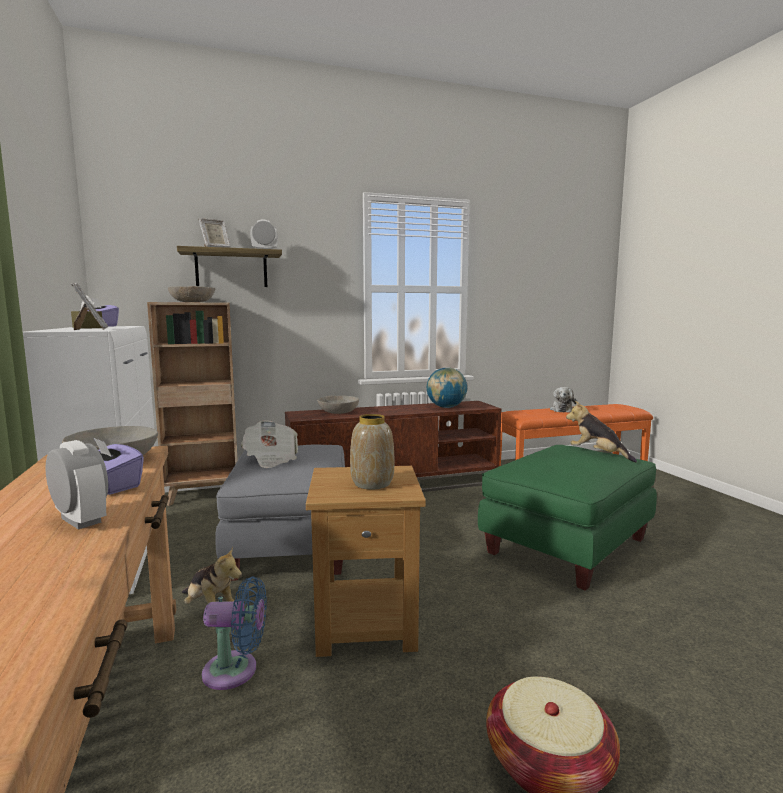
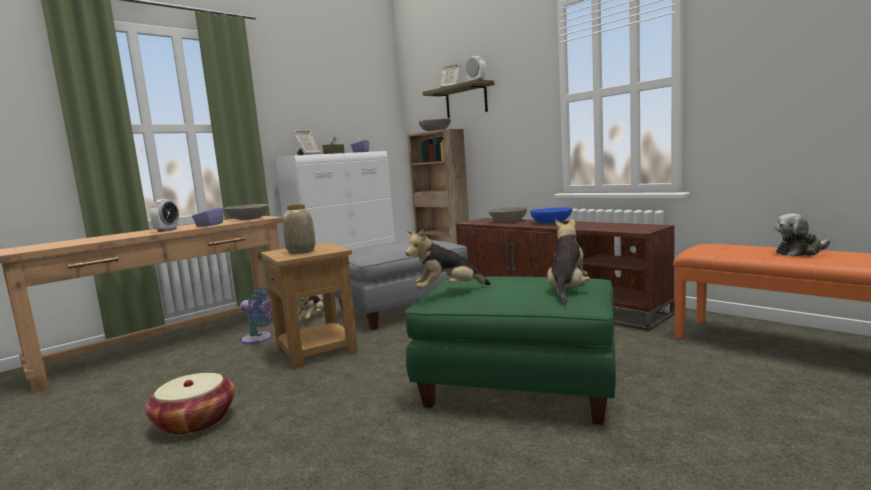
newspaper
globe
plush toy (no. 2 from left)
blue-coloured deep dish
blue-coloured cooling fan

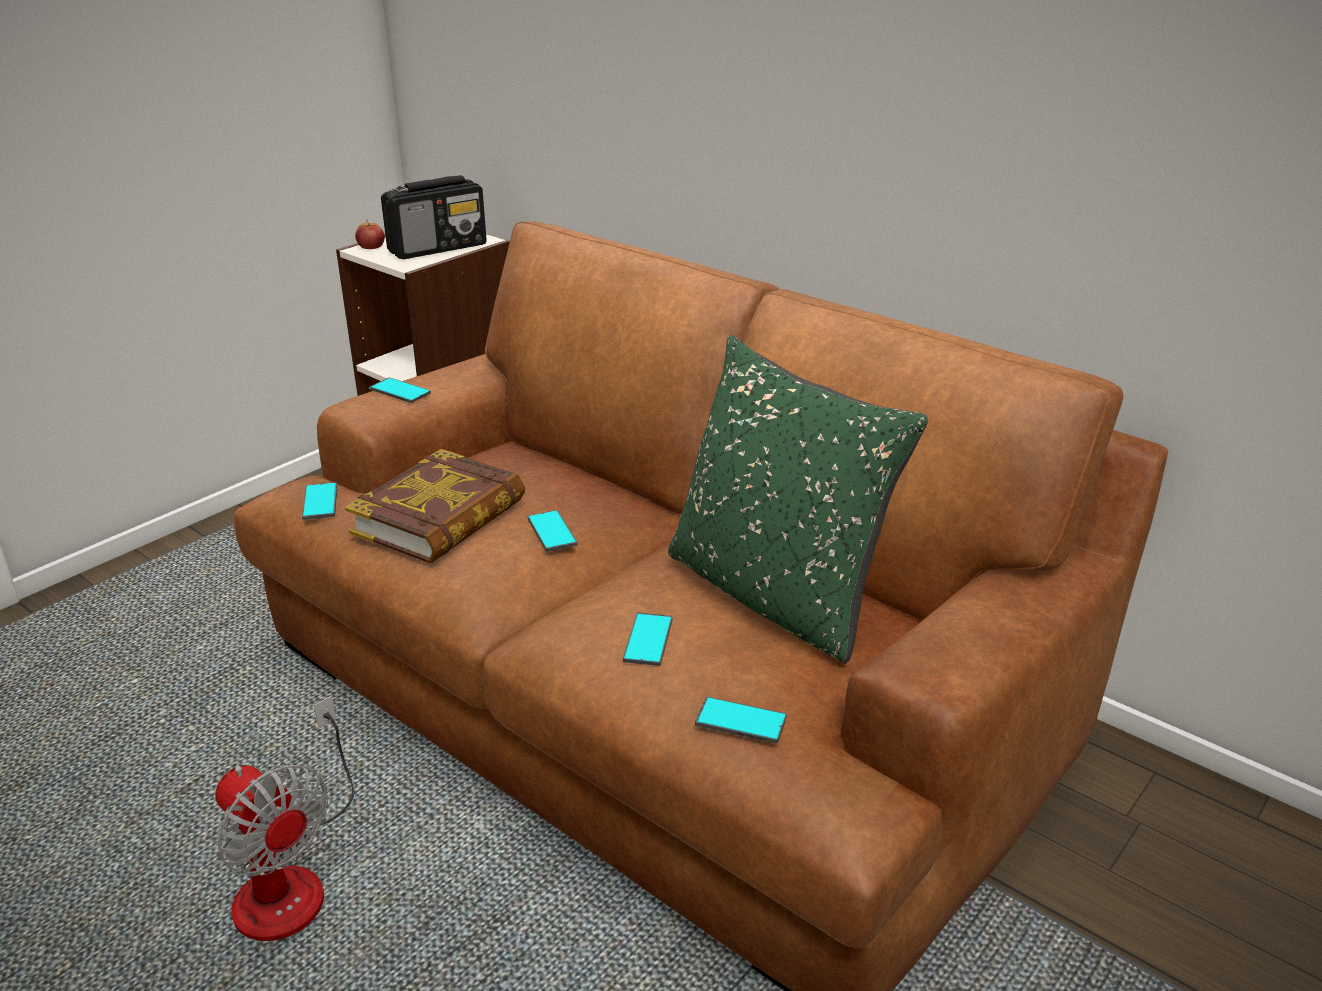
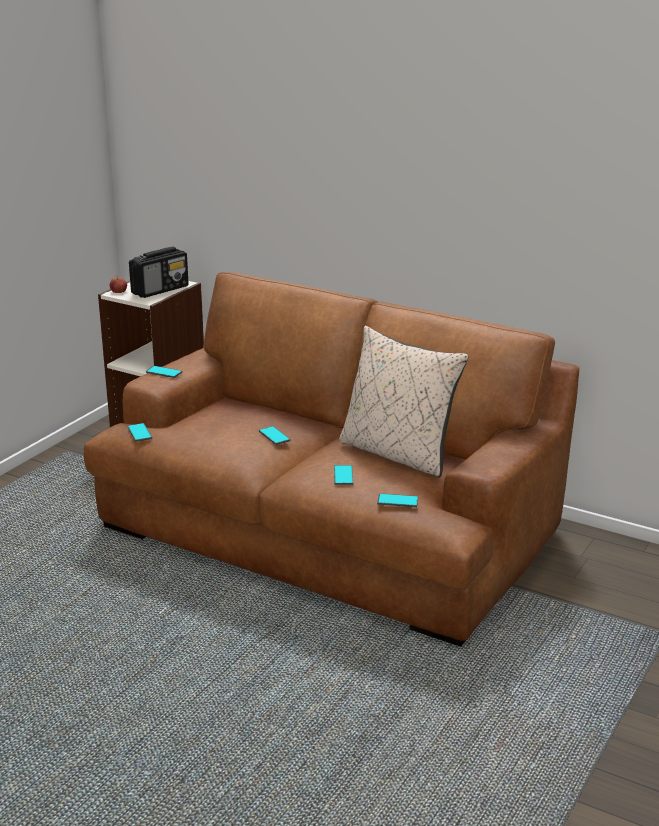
cooling fan
volume
beige-coloured cushion

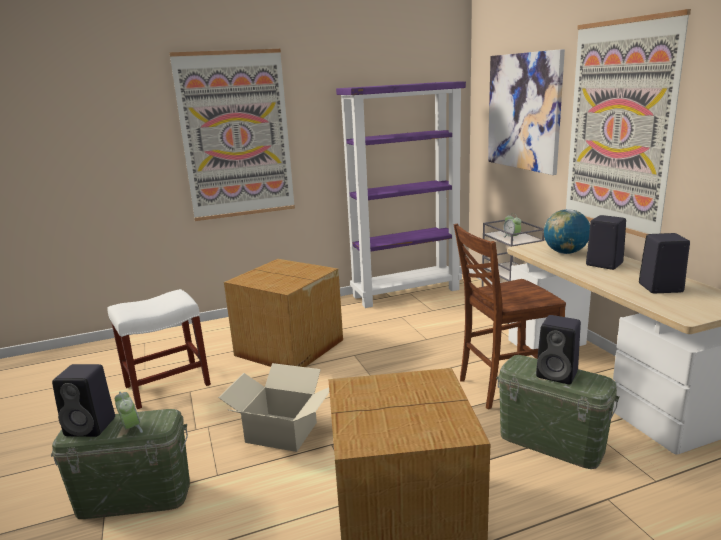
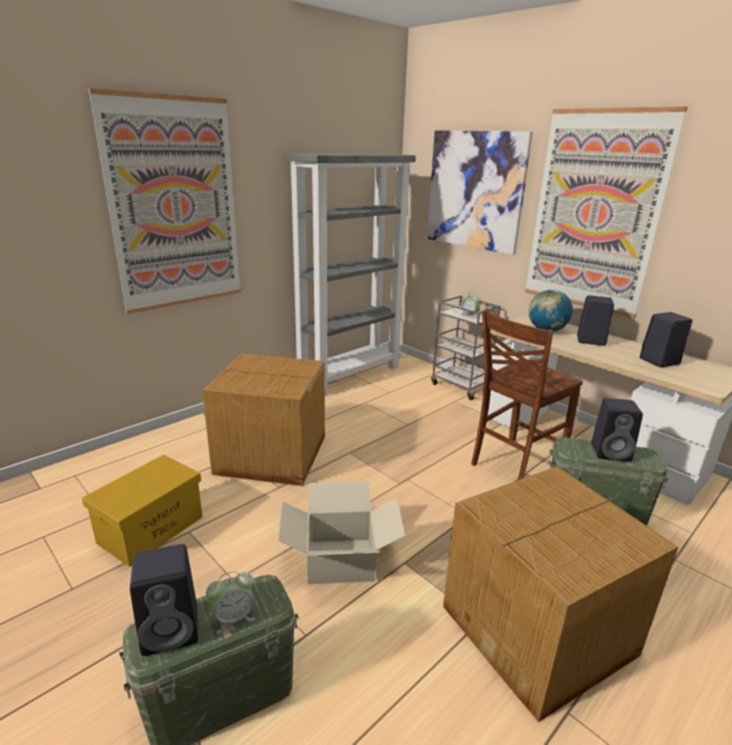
yellow storage bin
gray bookshelf
table clock (no. 1 from left)

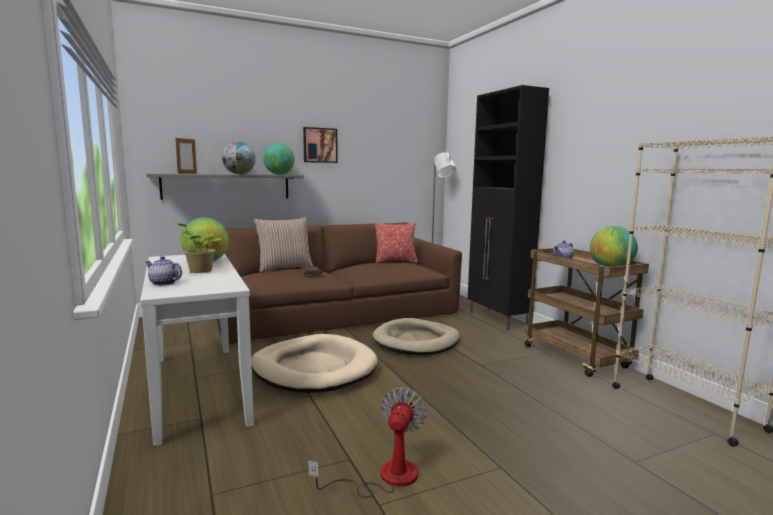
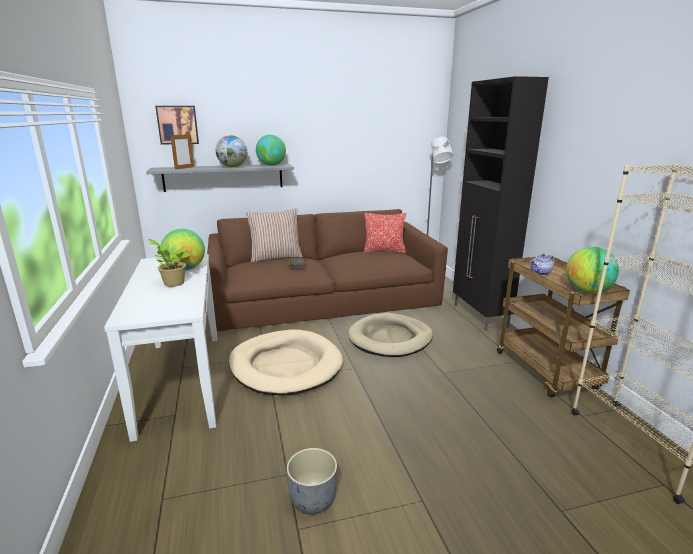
pot for tea (no. 1 from left in the first image)
picture
gray planter

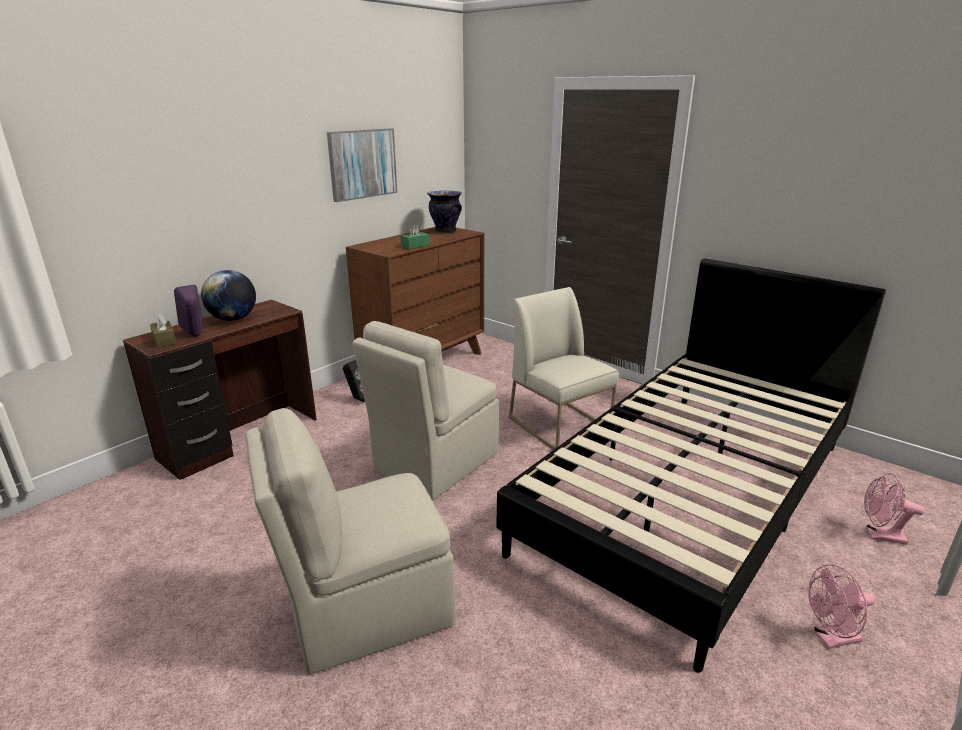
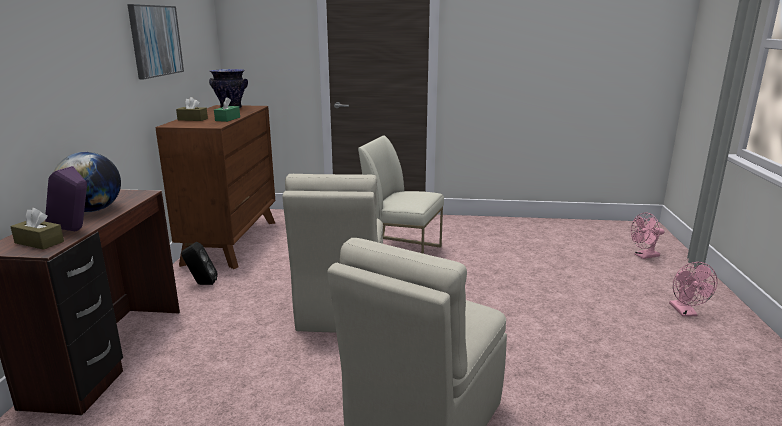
black-coloured bedroom bed
brown-coloured box of tissues (no. 2 from left)
pinkish cooling fan (no. 2 from left)

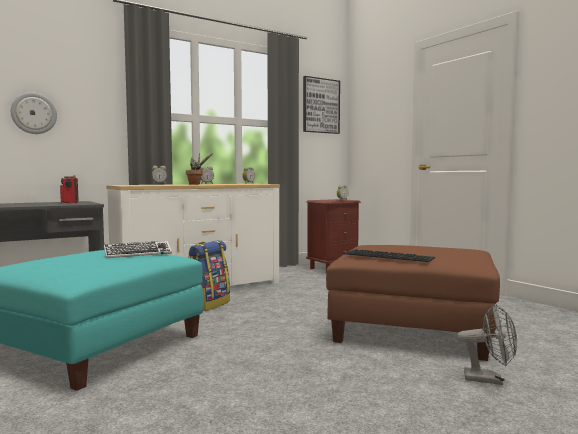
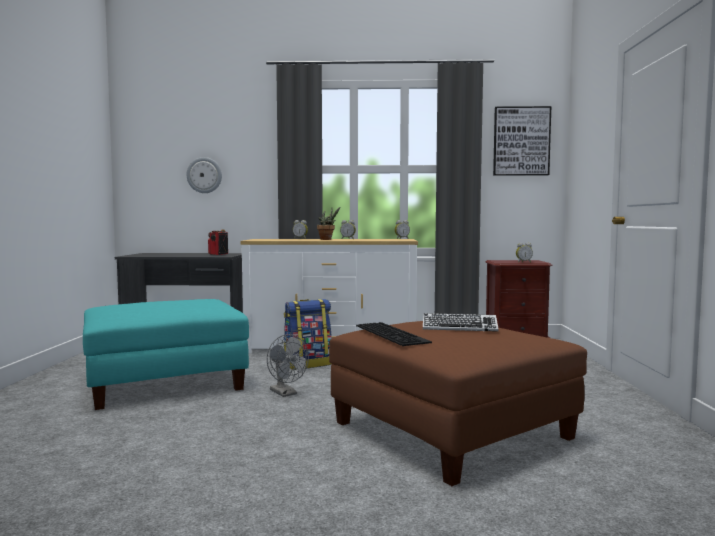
keyboard (no. 2 from left)
gray cooling fan

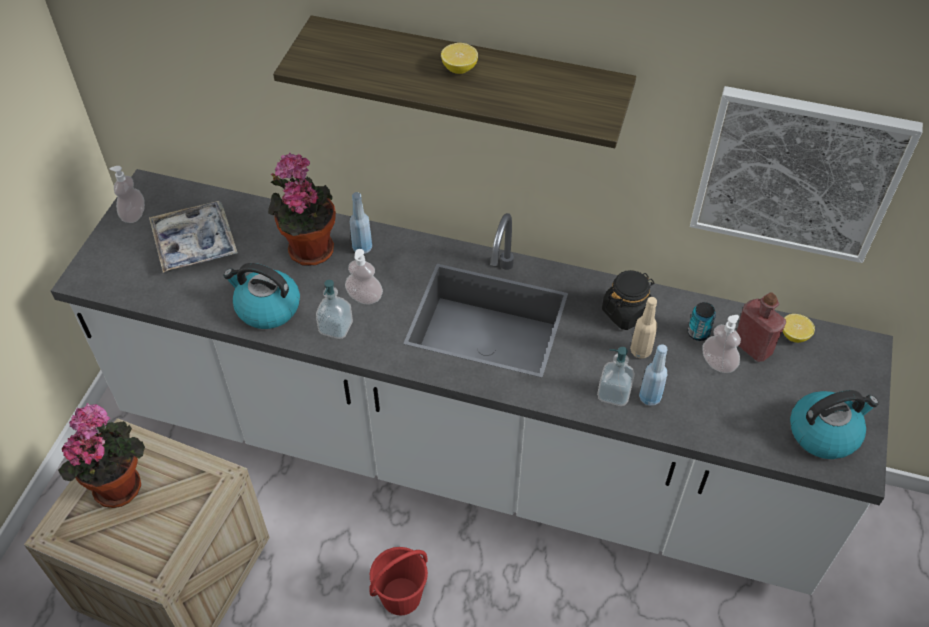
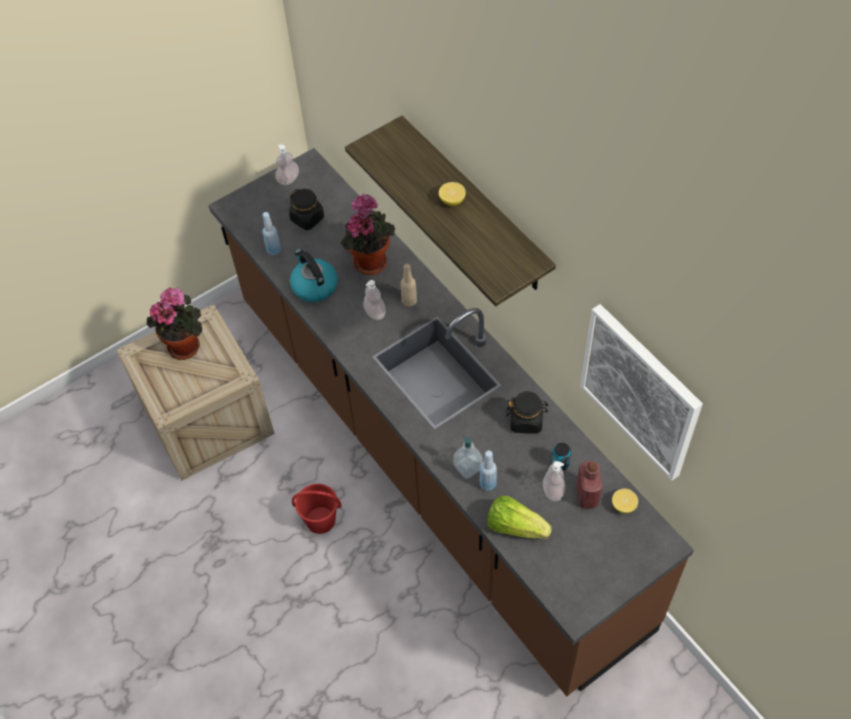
liquid soap bottle (no. 2 from left in the first image)
water kettle (no. 2 from left in the first image)
lettuce
blue-coloured bottle (no. 1 from left)
beige-coloured bottle
black-coloured preserve jar (no. 1 from left)
brown-coloured kitchen counter

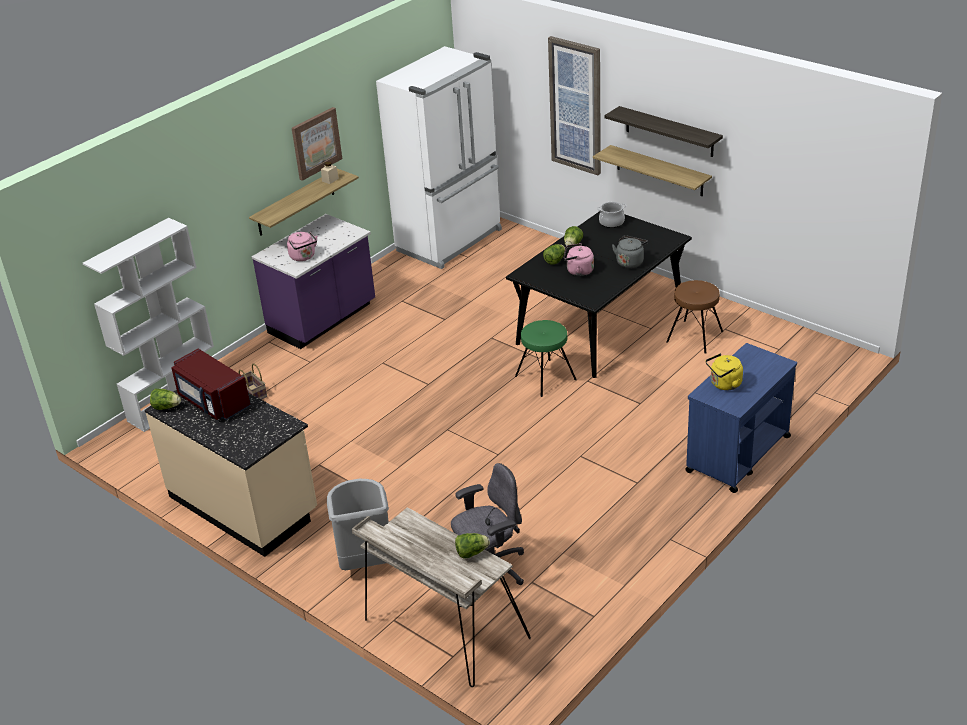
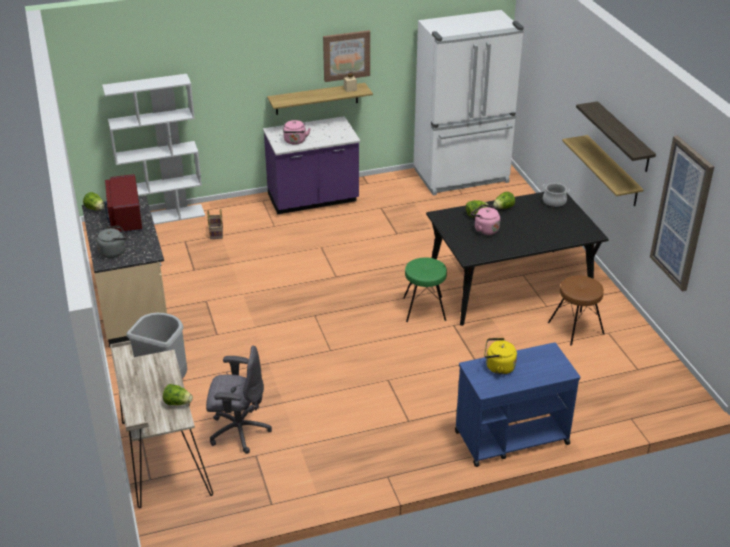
picture (no. 2 from left)
gray water kettle

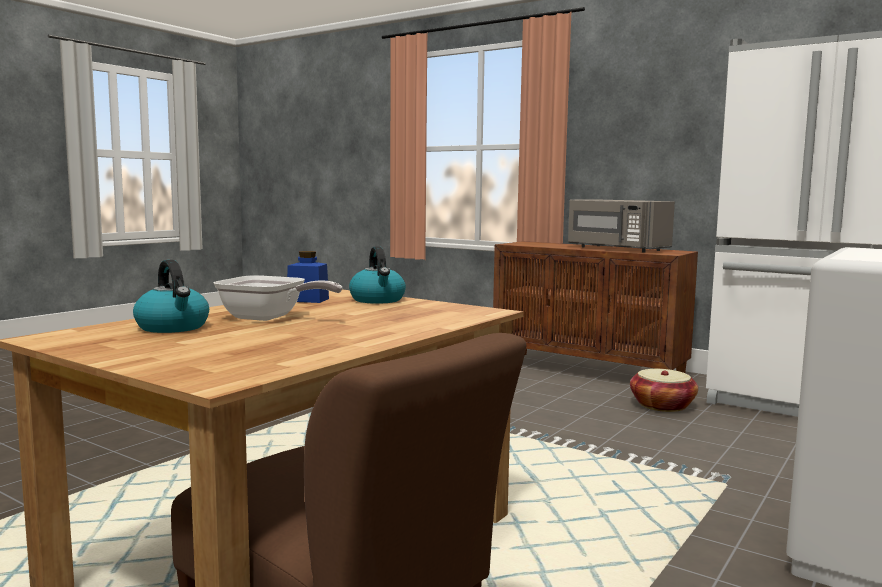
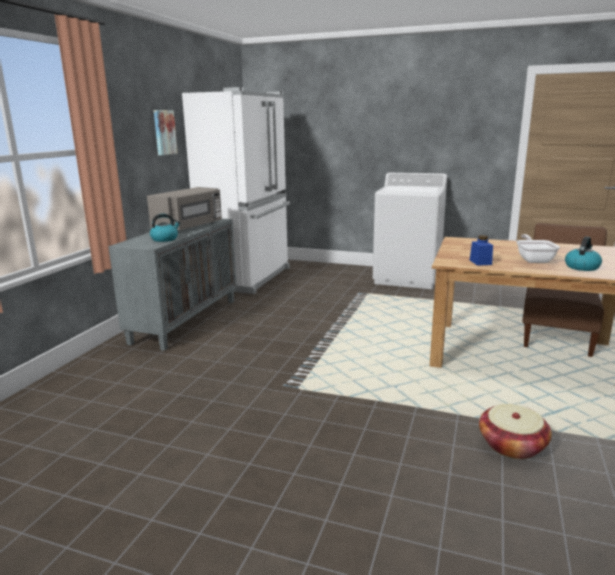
picture
water kettle (no. 1 from left)
basket
gray cabinet

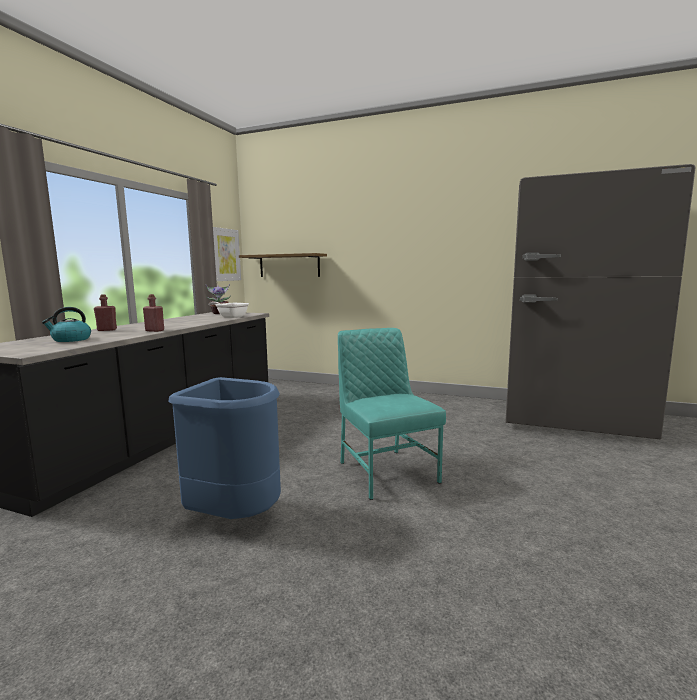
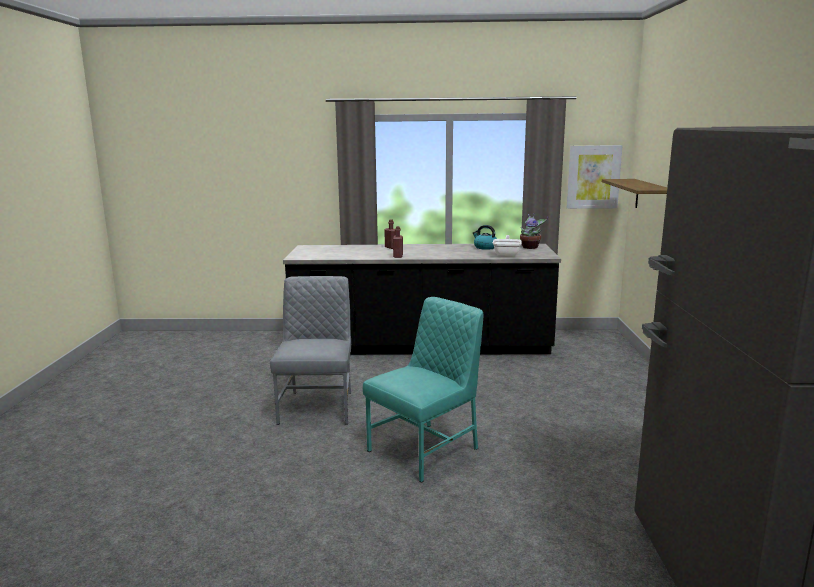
water kettle
gray chair

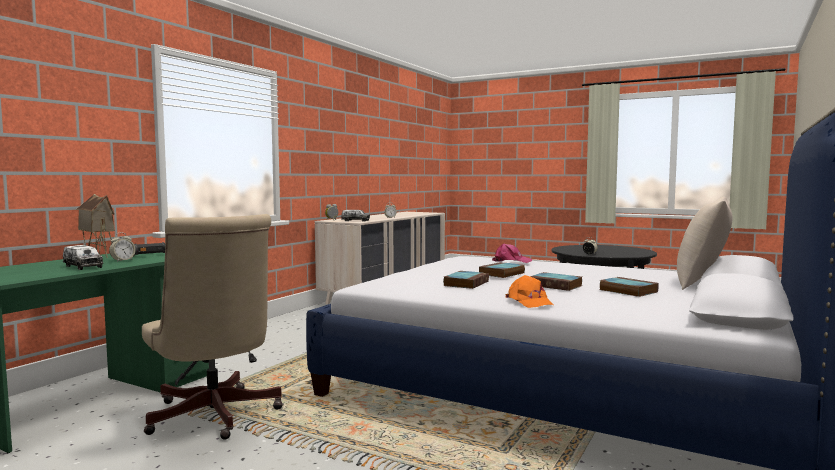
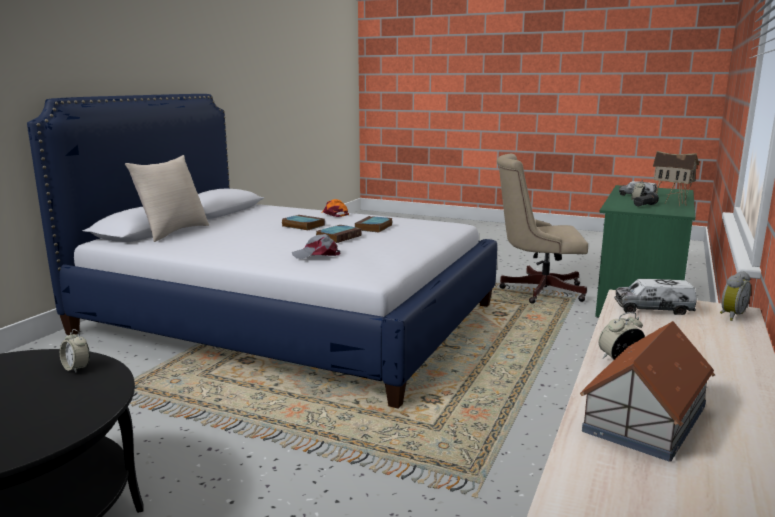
volume (no. 4 from left in the first image)
miniature house (no. 1 from left)
gray peaked cap
beige-coloured office chair

